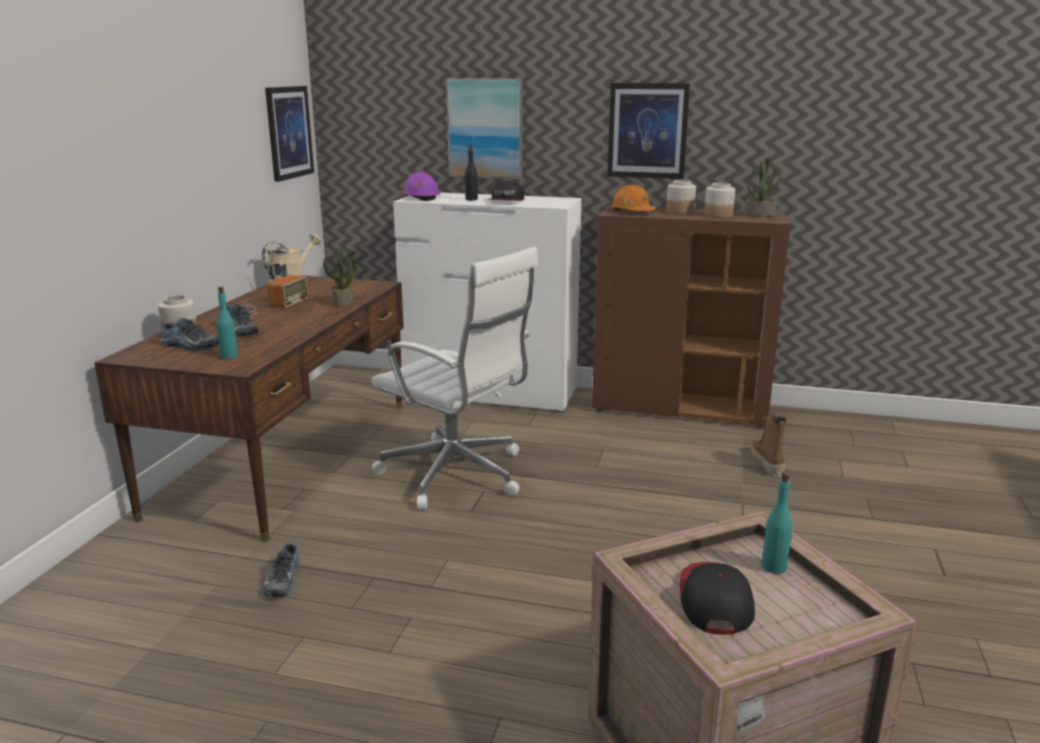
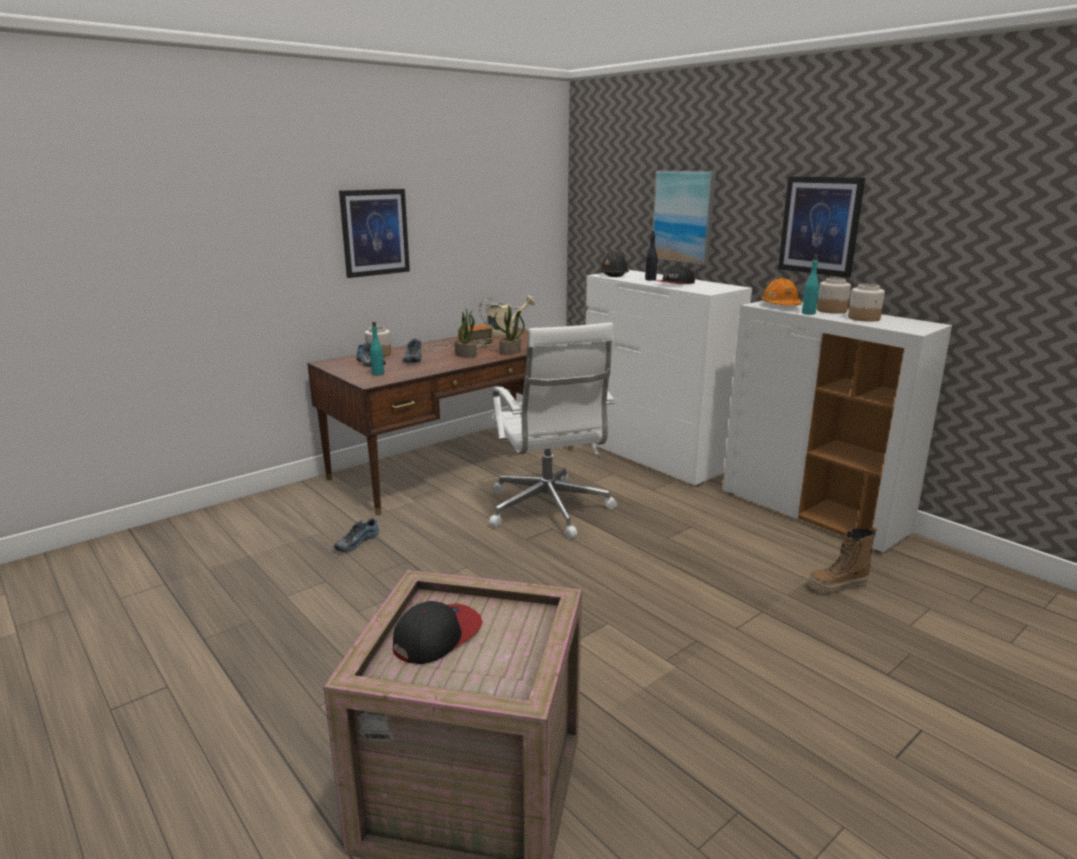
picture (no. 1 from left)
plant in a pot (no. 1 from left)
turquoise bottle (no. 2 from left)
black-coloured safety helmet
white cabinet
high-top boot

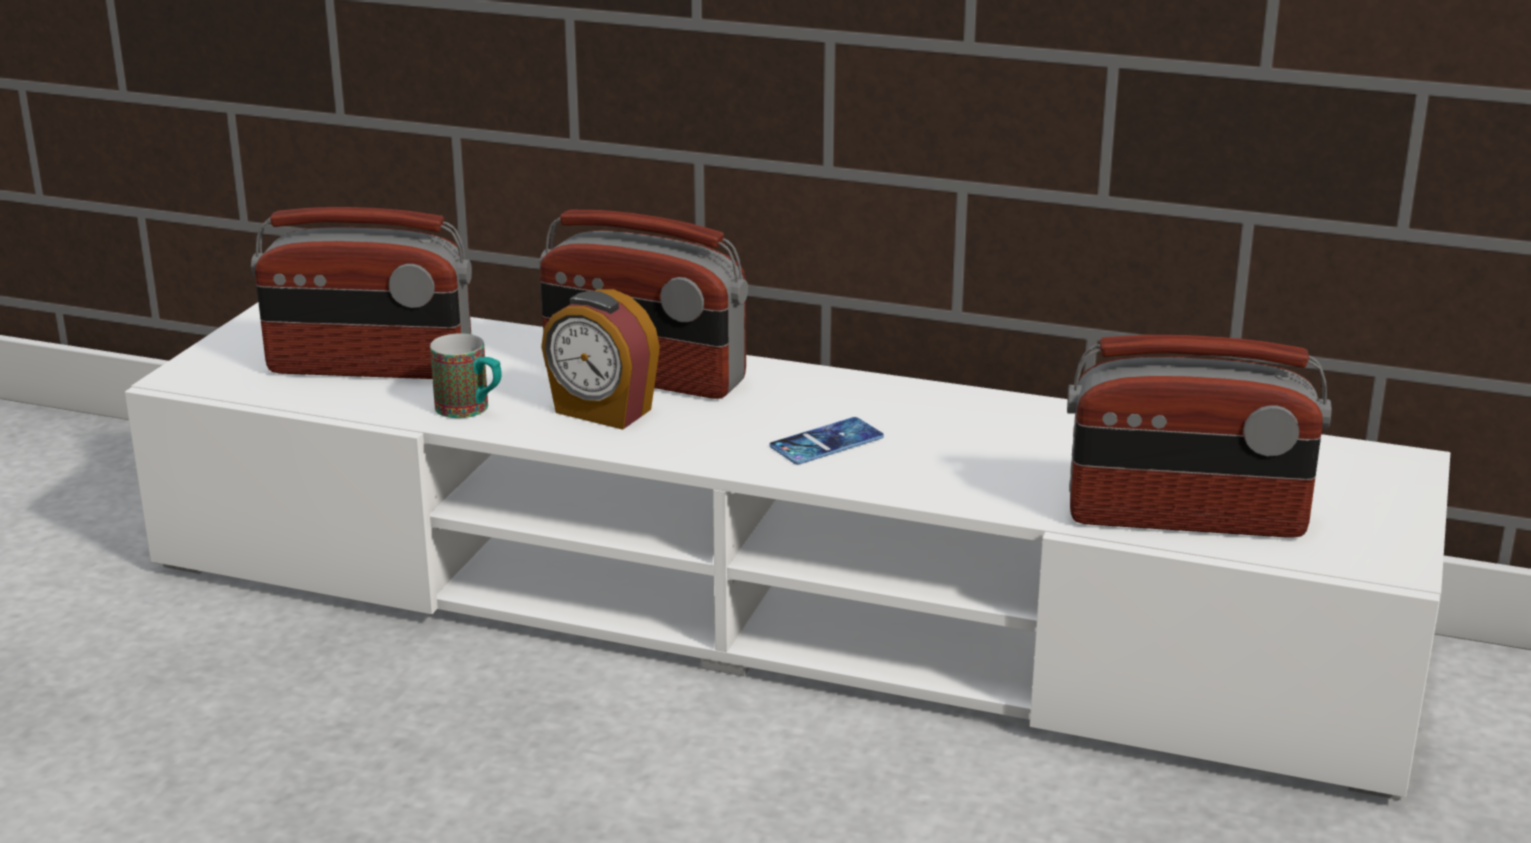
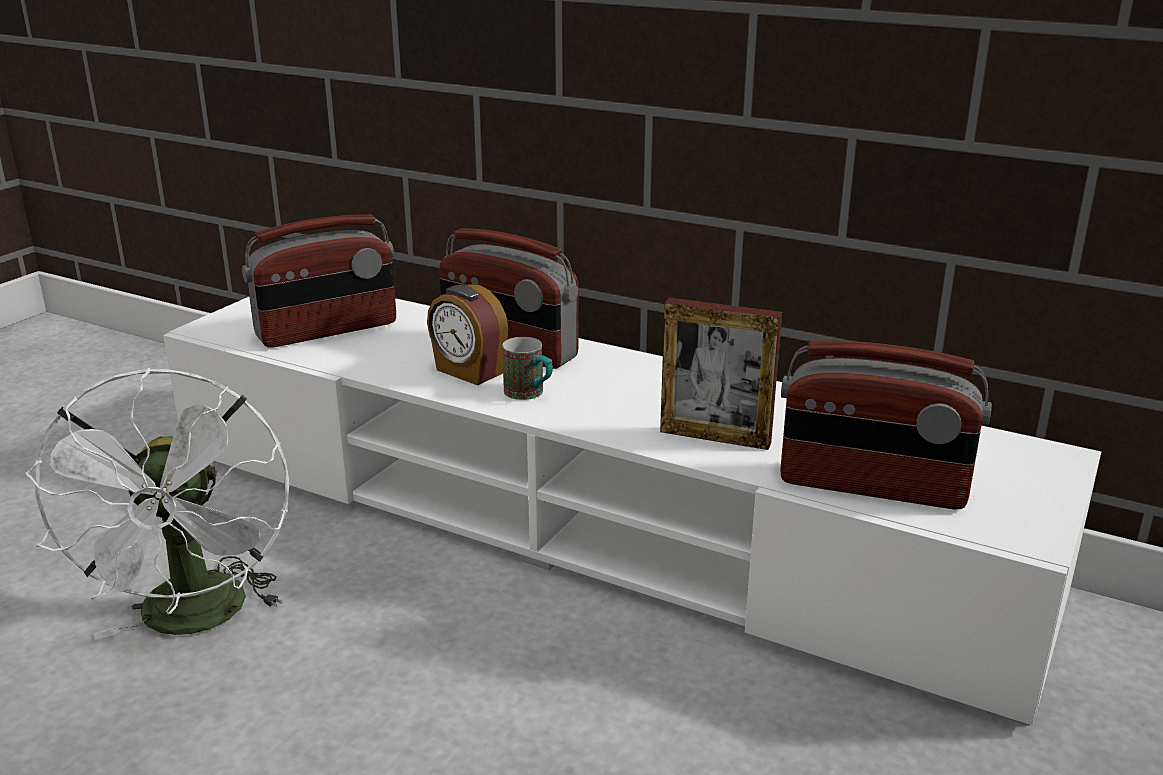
handset
white cooling fan
picture frame
mug
radio set (no. 1 from left)

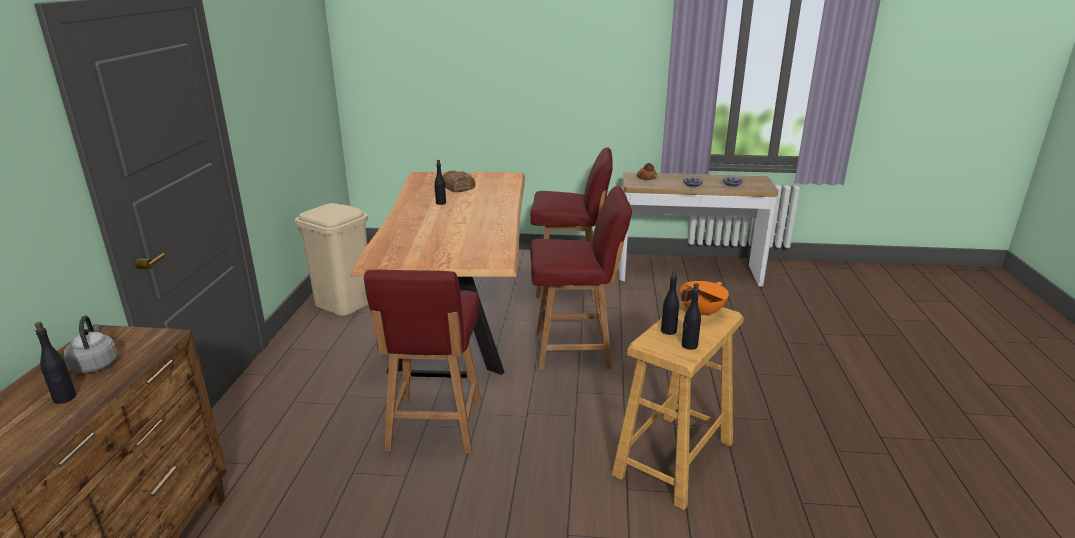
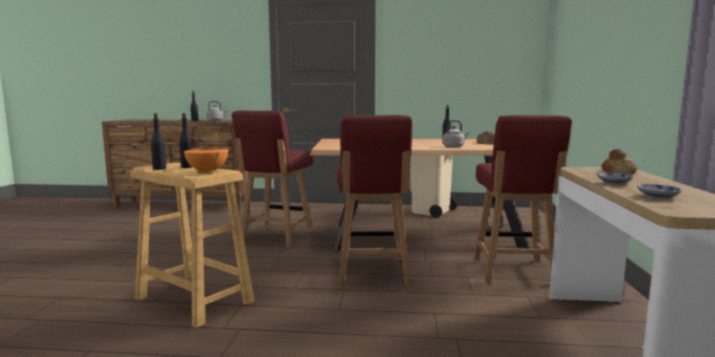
gray water kettle (no. 2 from left)
red-coloured chair (no. 1 from left)

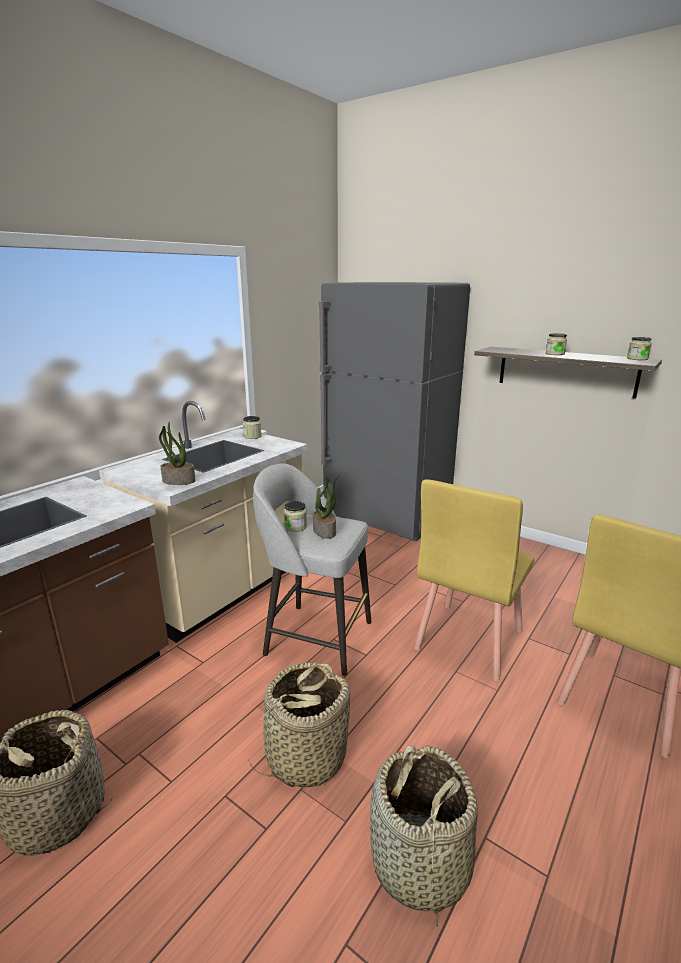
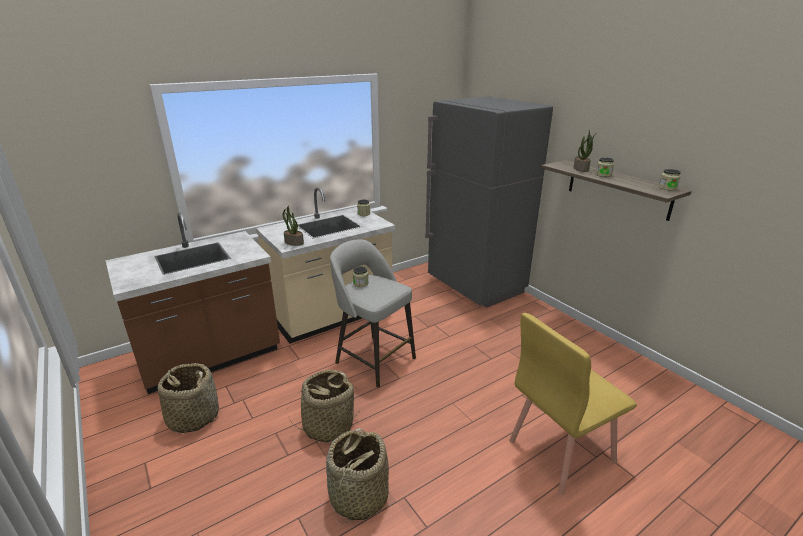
yellow chair (no. 1 from left in the first image)
plant in a pot (no. 2 from left)

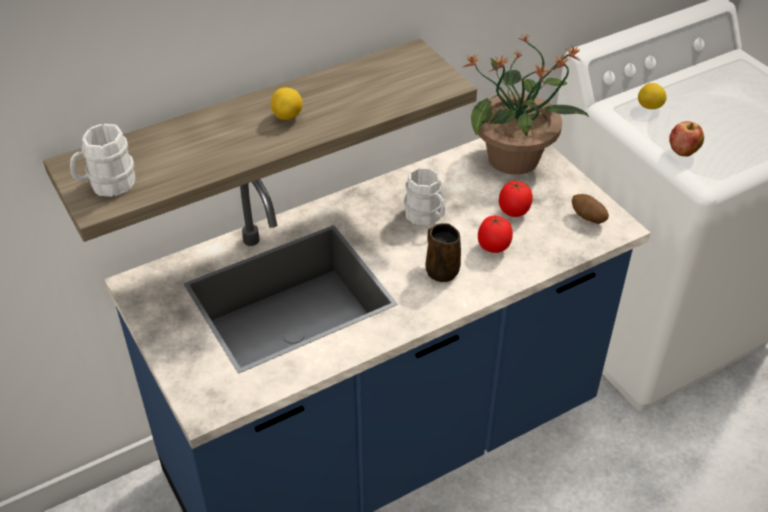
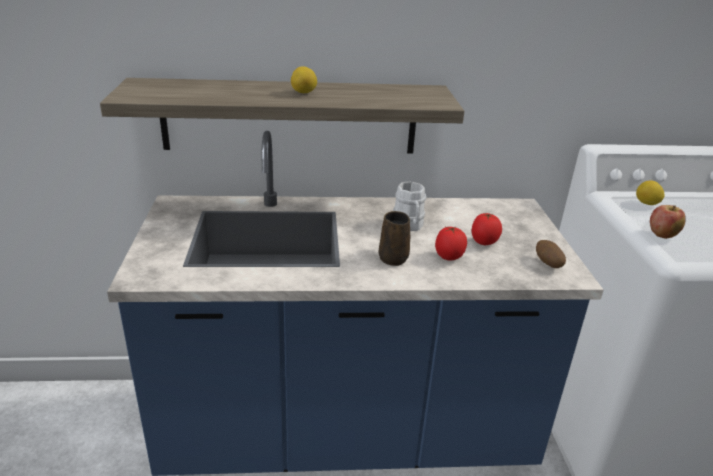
white mug (no. 1 from left in the first image)
plant in a pot

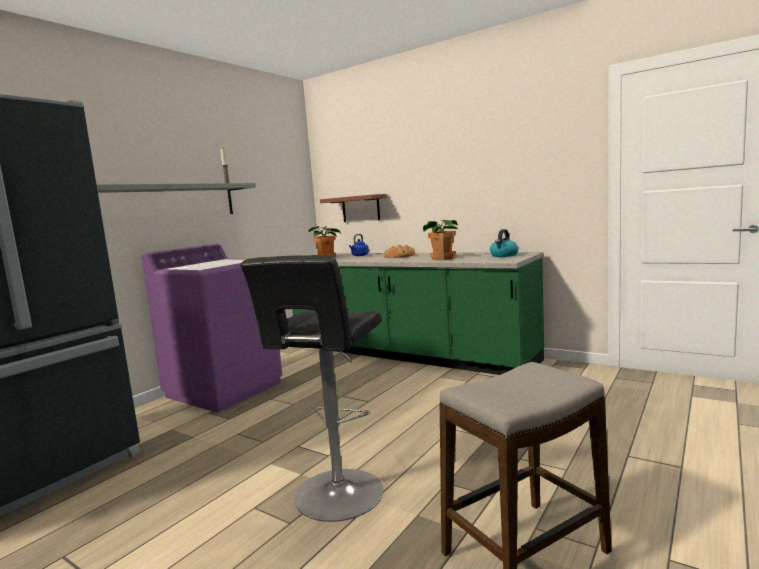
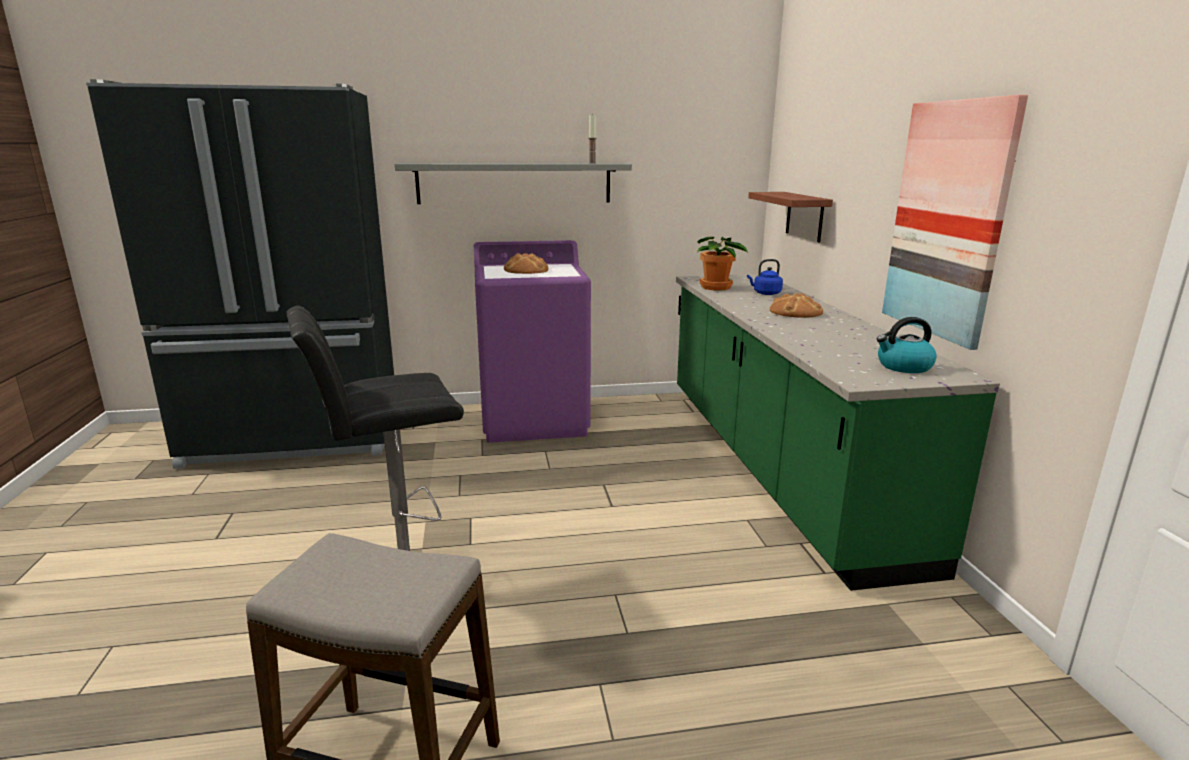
plant in a pot (no. 2 from left in the first image)
bread (no. 1 from left)
picture

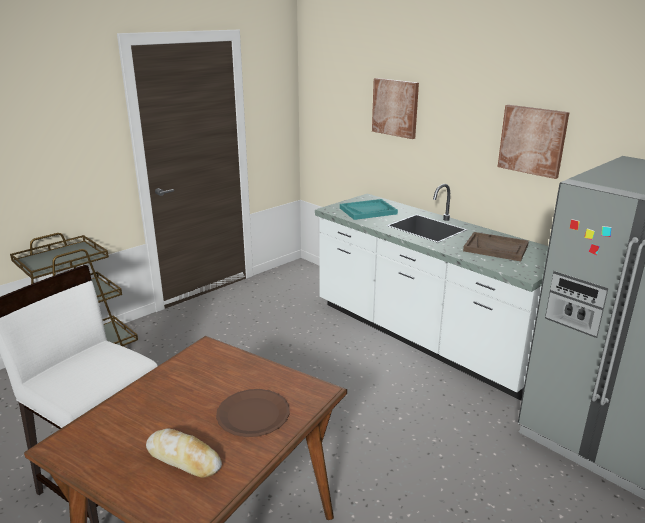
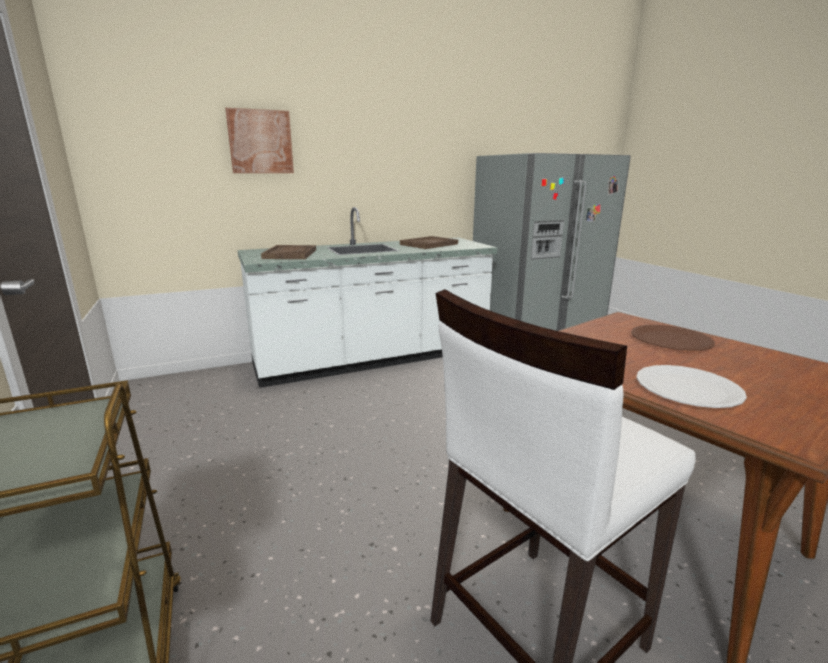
bread
picture (no. 2 from left in the first image)
white dinner plate
brown-coloured tray (no. 1 from left)

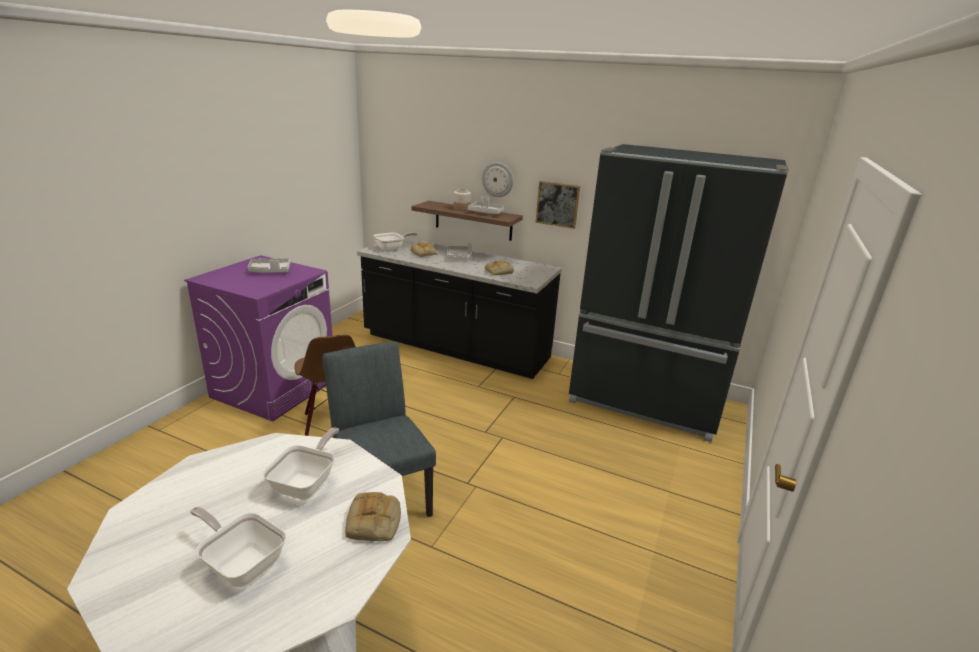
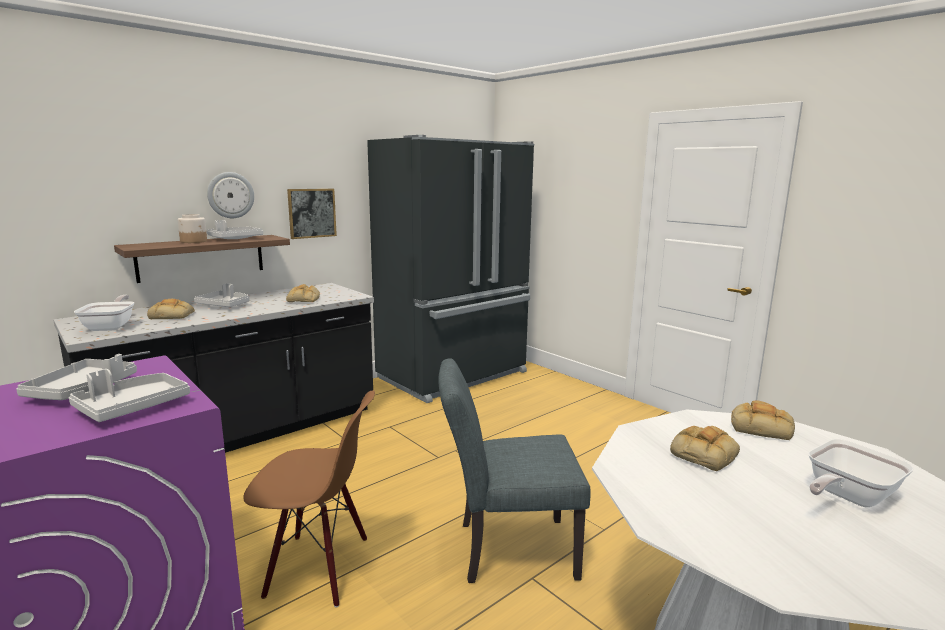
gray tray (no. 2 from left)
bread (no. 3 from left)

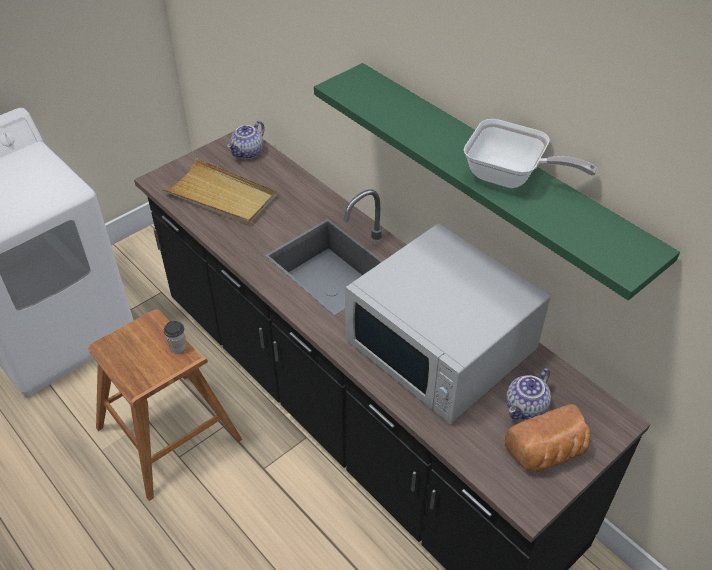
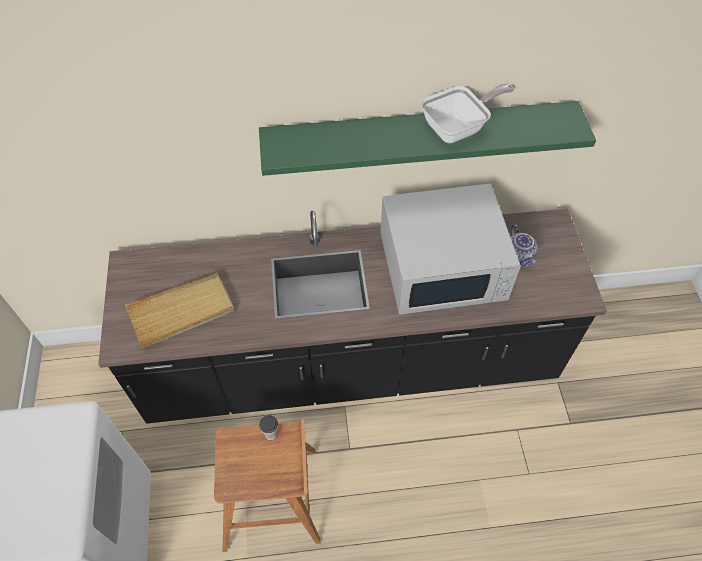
pot for tea (no. 1 from left in the first image)
bread

